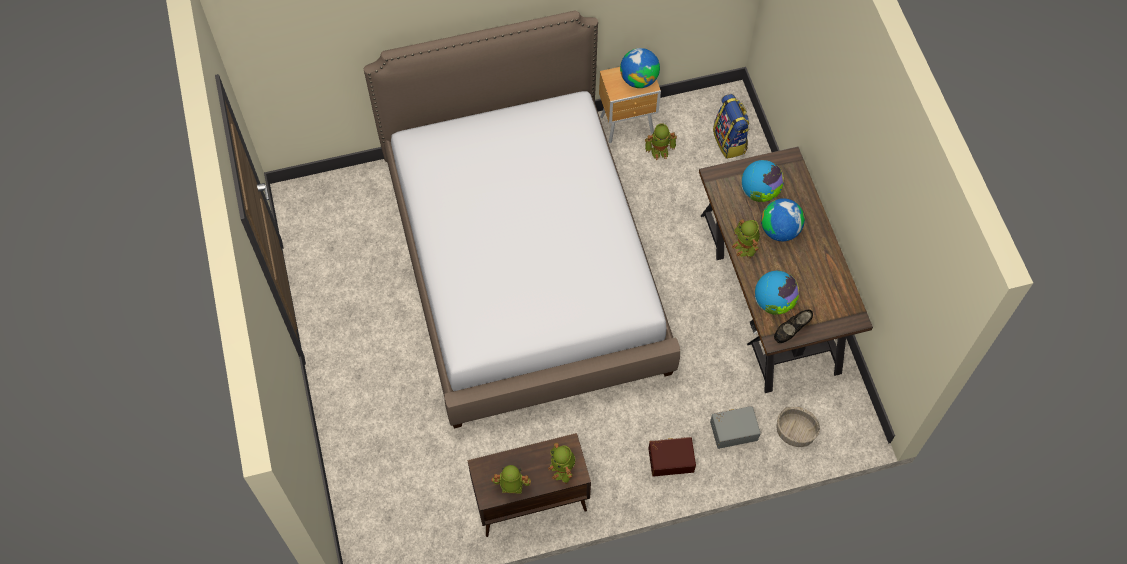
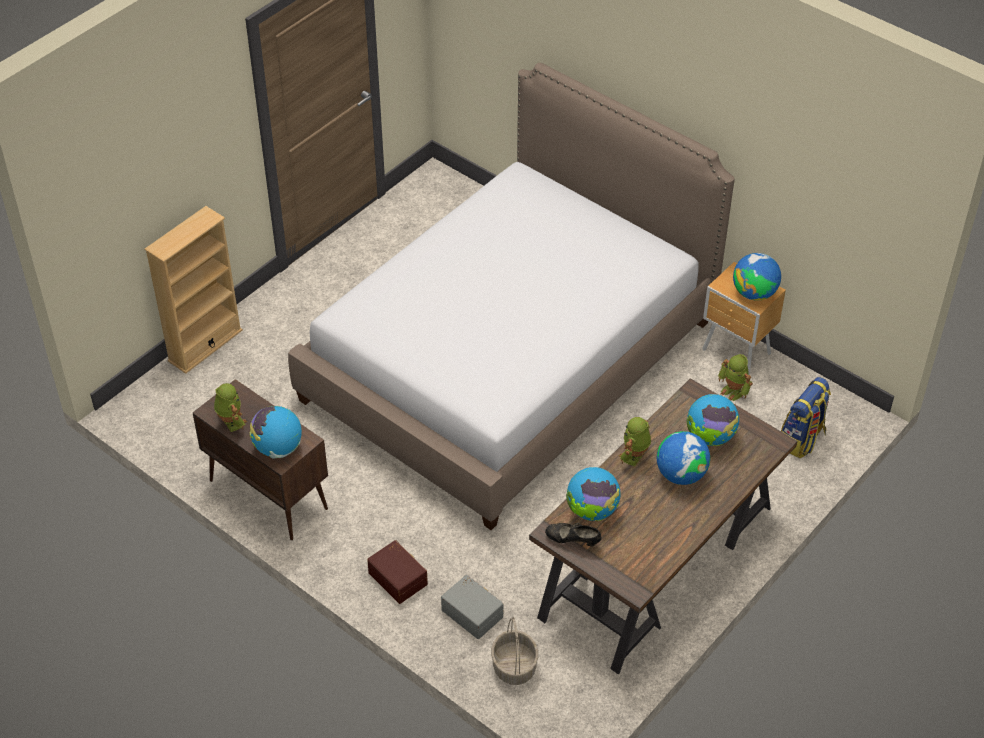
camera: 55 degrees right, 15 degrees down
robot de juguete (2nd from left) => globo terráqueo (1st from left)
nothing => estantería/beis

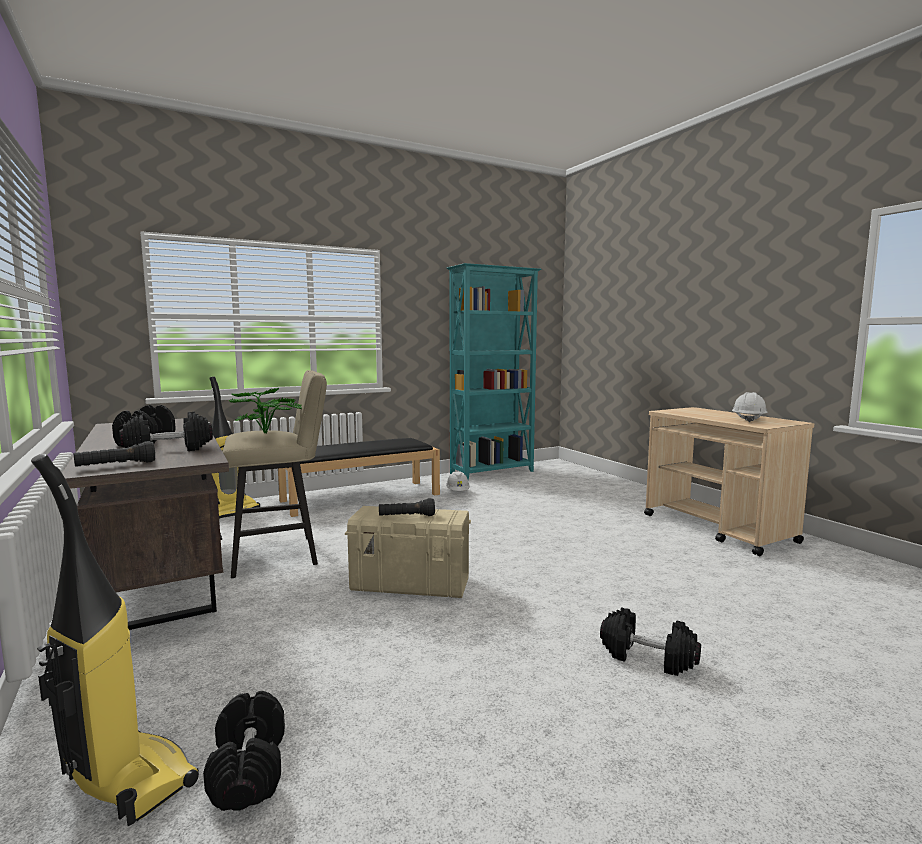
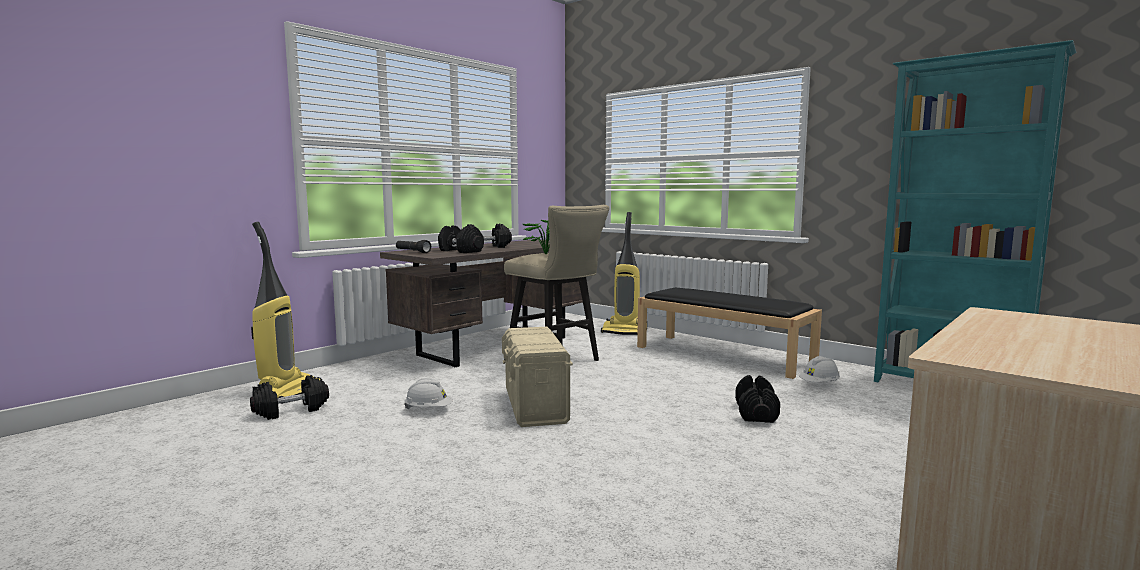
camera: 70 degrees right, 0 degrees up
casco/blanco (2nd from left in the first image) => casco/blanco (1st from left), moved
linterna/negro (2nd from left) => nothing
mancuerna/negro (4th from left), moved

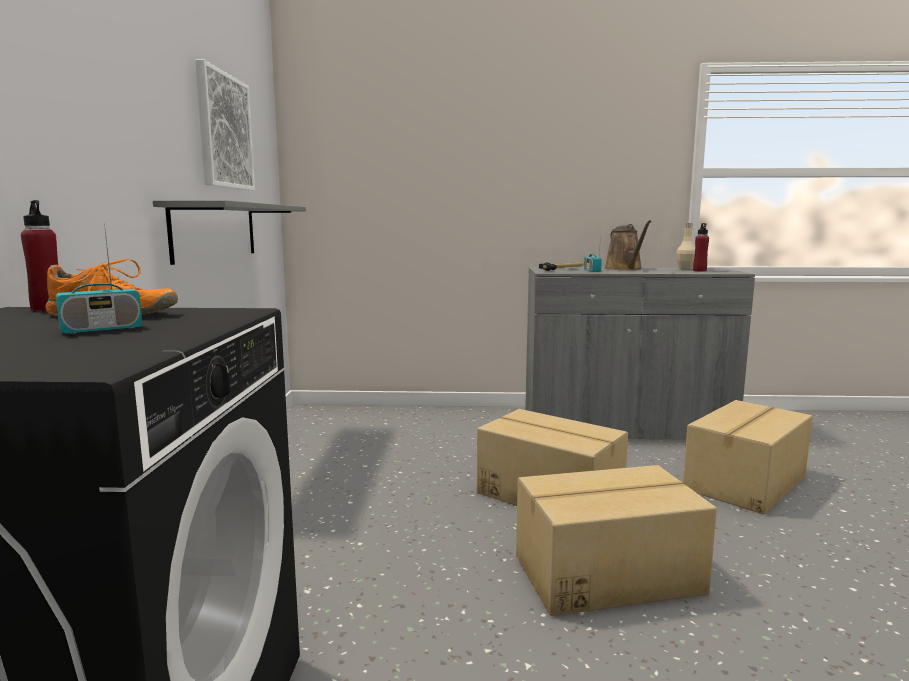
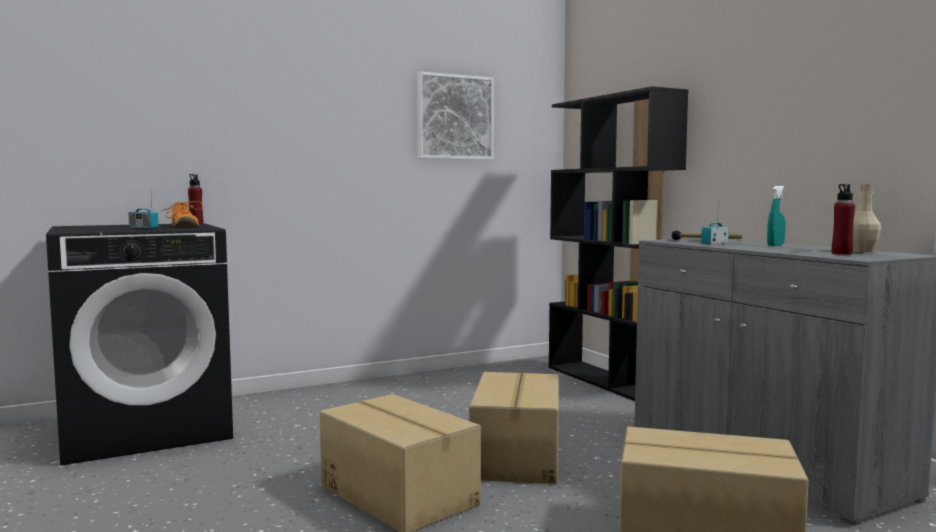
camera: 60 degrees right, 5 degrees down
estante/gris => nothing
regadera/marrón => pulverizador/turquesa
nothing => estantería/negro

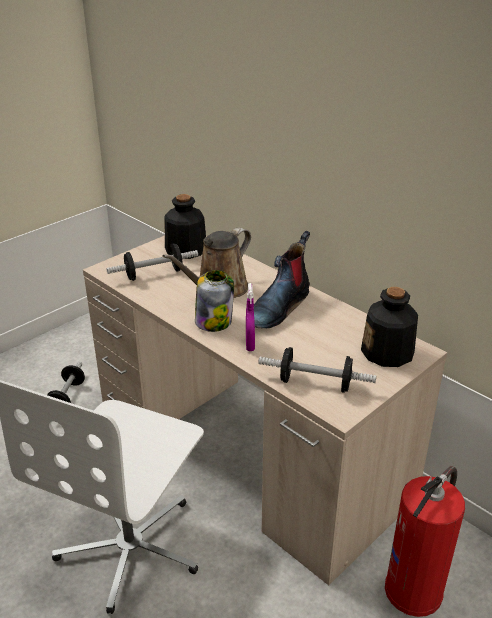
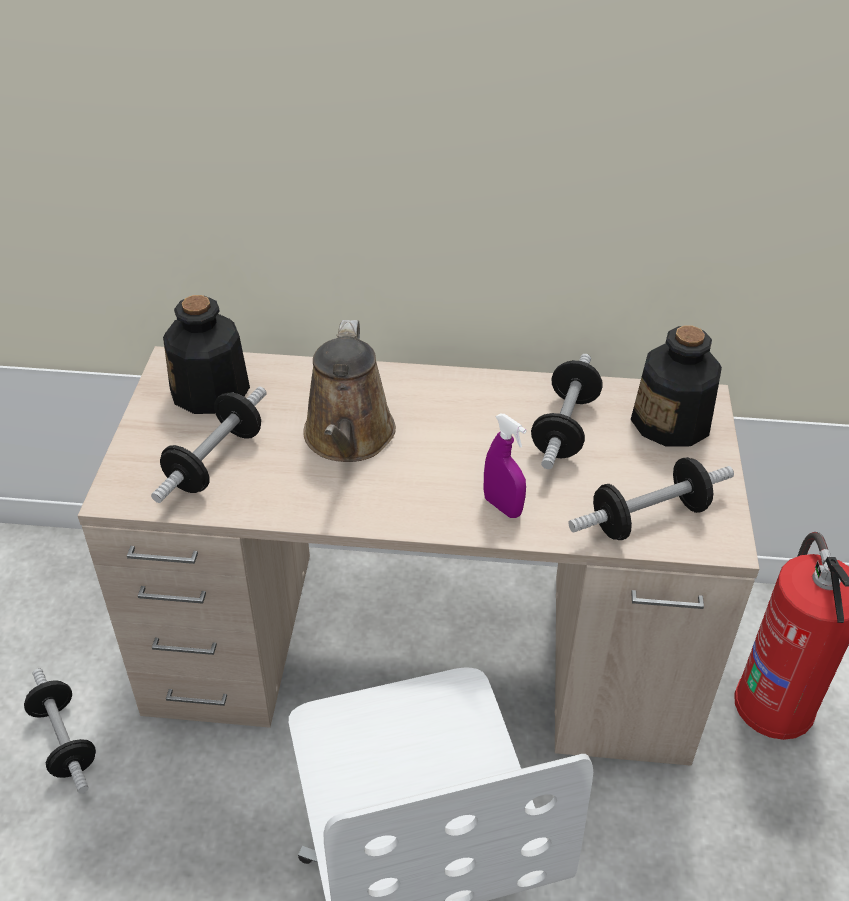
camera: 40 degrees left, 10 degrees up
bota => nothing
tarro => nothing
nothing => mancuerna (3rd from left)

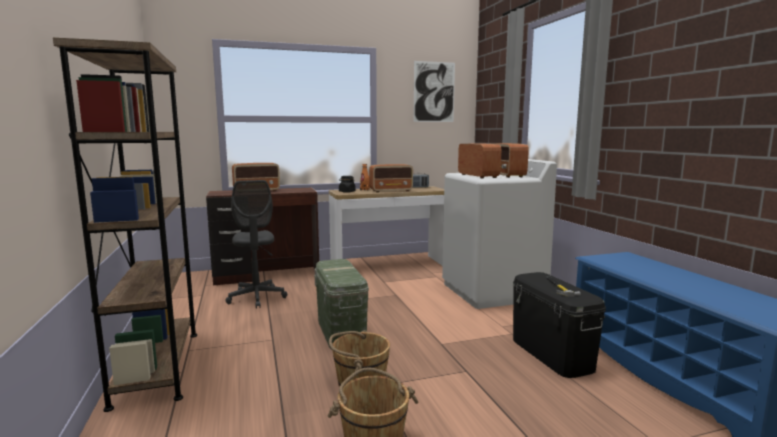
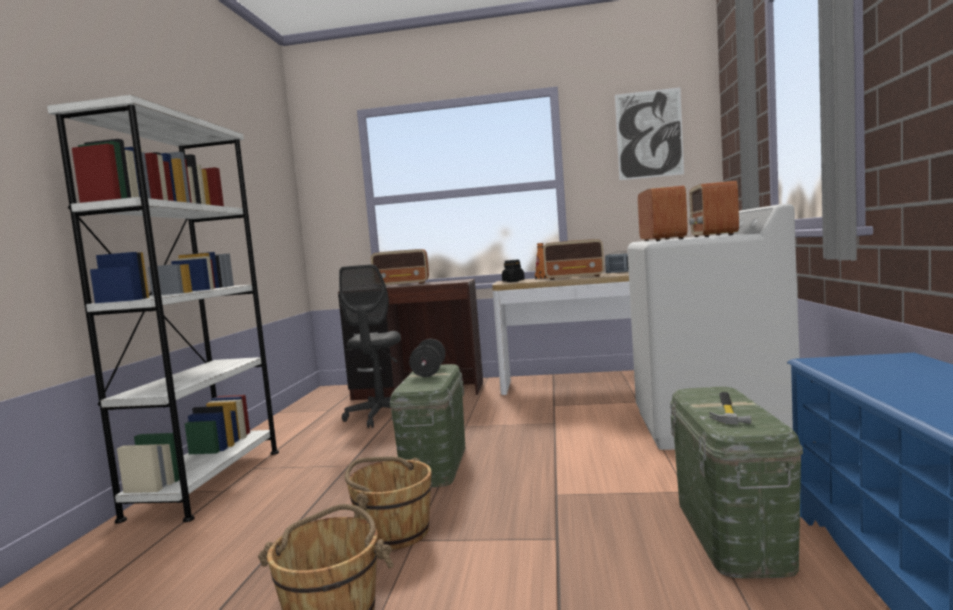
camera: 25 degrees right, 5 degrees down
estantería/marrón => estantería/blanco
caja de almacenaje/negro => caja de almacenaje/verde (2nd from left)
nothing => mancuerna/negro

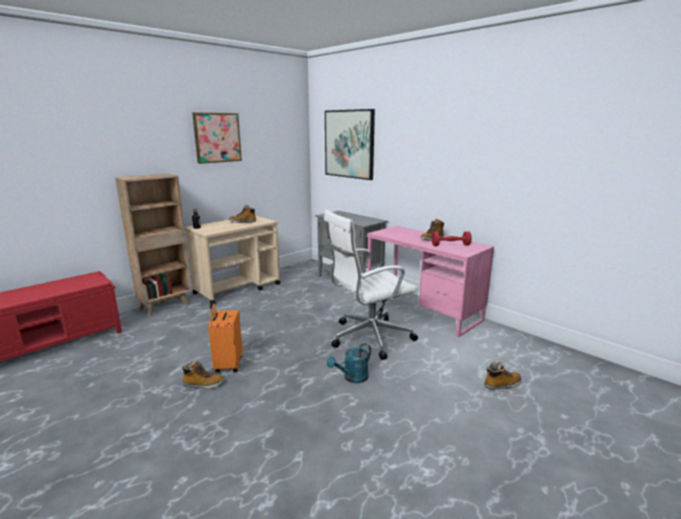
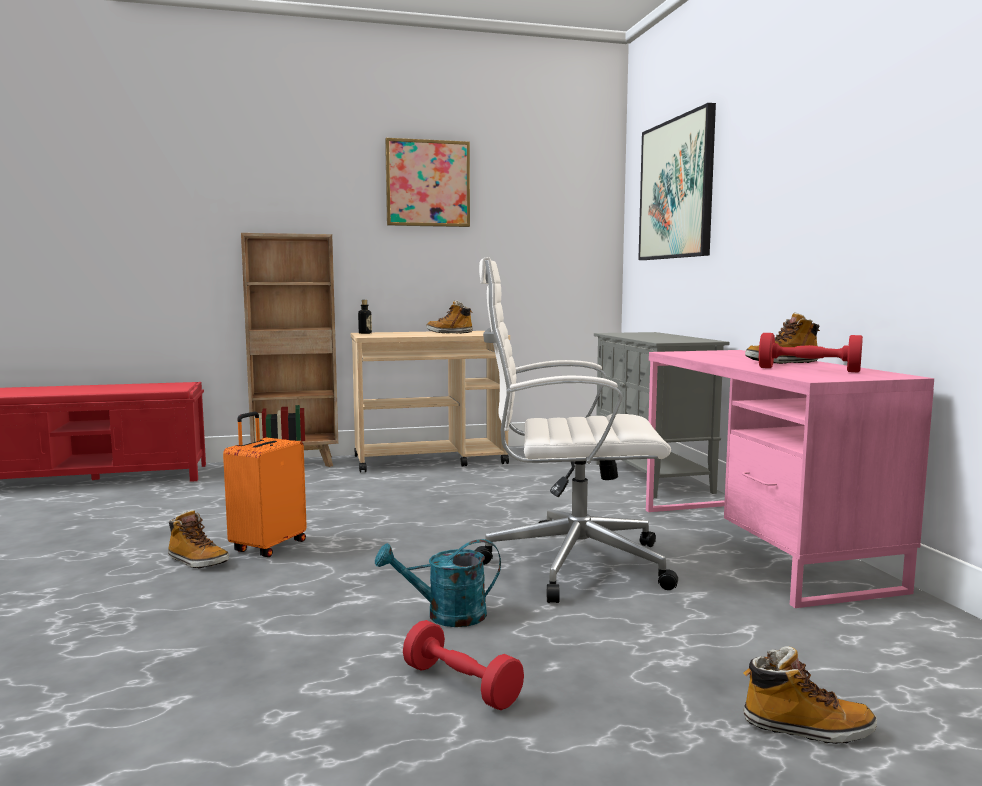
camera: 30 degrees right, 10 degrees down
nothing => mancuerna/rojo (1st from left)

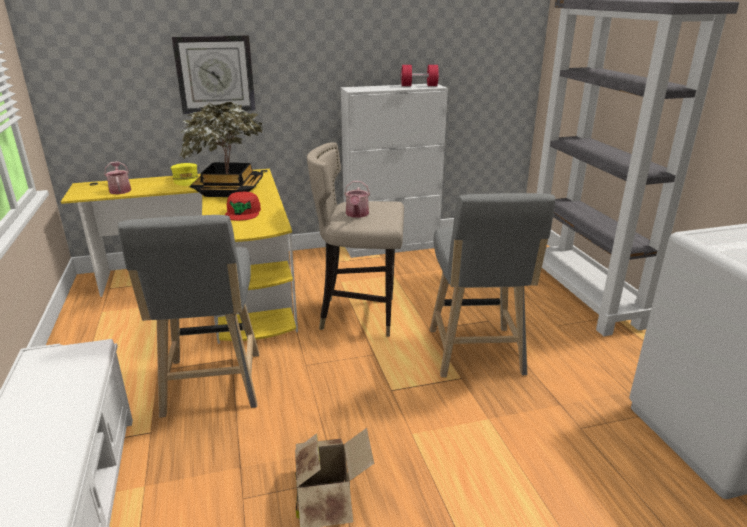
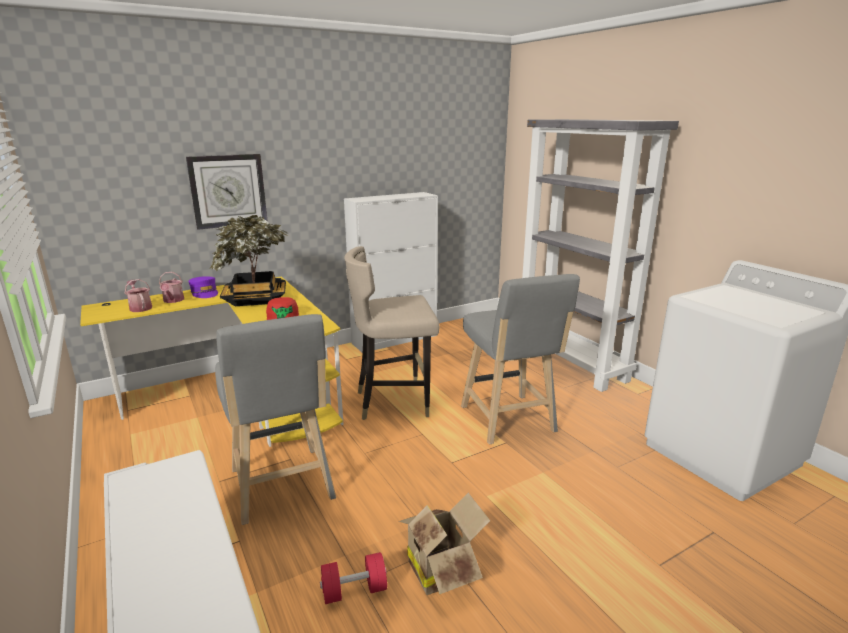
camera: 15 degrees left, 5 degrees down
mancuerna/rojo, moved
gorra/amarillo => gorra/morado
regadera (2nd from left), moved

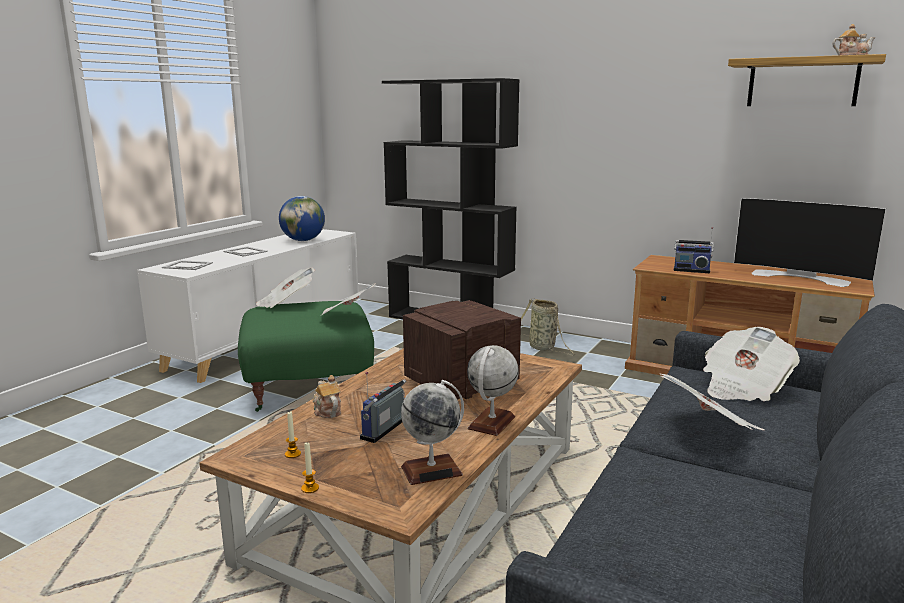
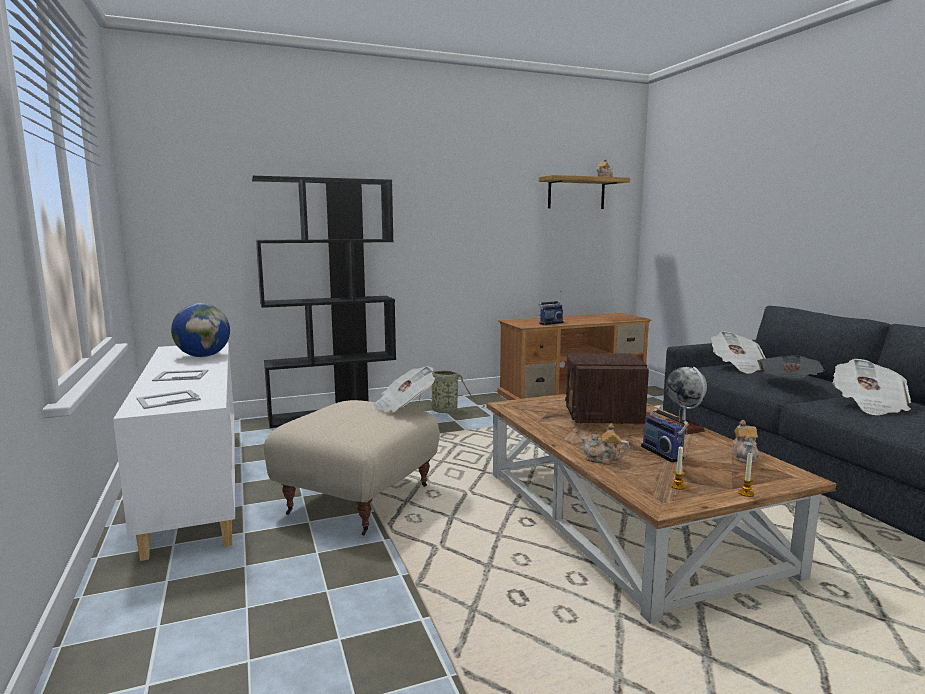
camera: 50 degrees left, 5 degrees down
televisor => nothing
periódico (1st from left in the first image) => periódico (4th from left), moved
puf/verde => puf/beis
globo terráqueo (2nd from left) => tetera (3rd from left)

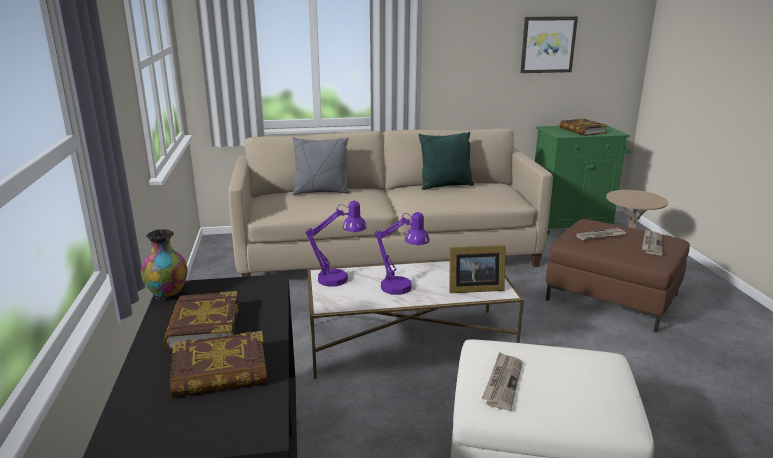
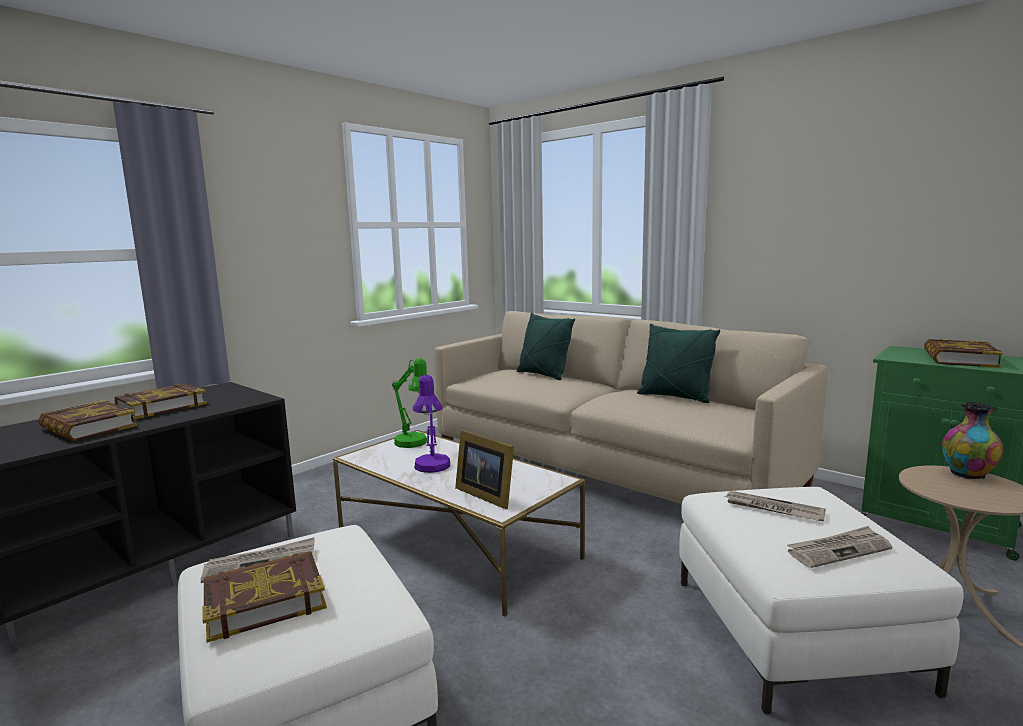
camera: 50 degrees right, 10 degrees down
cuadro => nothing
cojín/gris => cojín/verde (1st from left)
lámpara de mesa/morado (1st from left) => lámpara de mesa/verde
puf/marrón => puf/blanco (2nd from left)
florero, moved
nothing => libro (3rd from left)

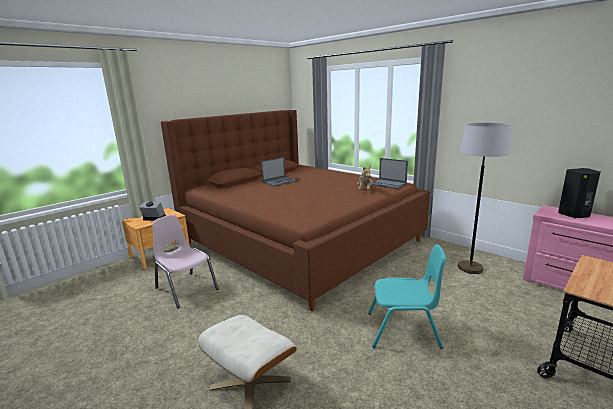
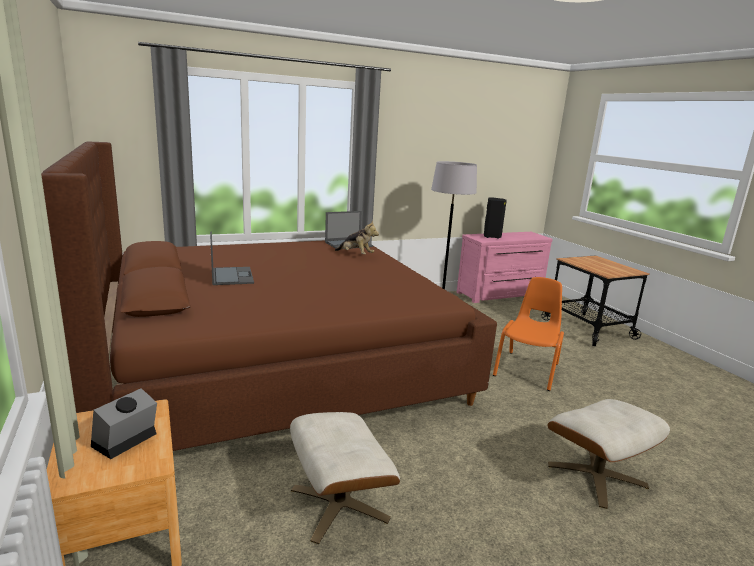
camera: 70 degrees left, 0 degrees up
silla/rosa => puf/beis (1st from left)
silla/turquesa => silla/naranja

